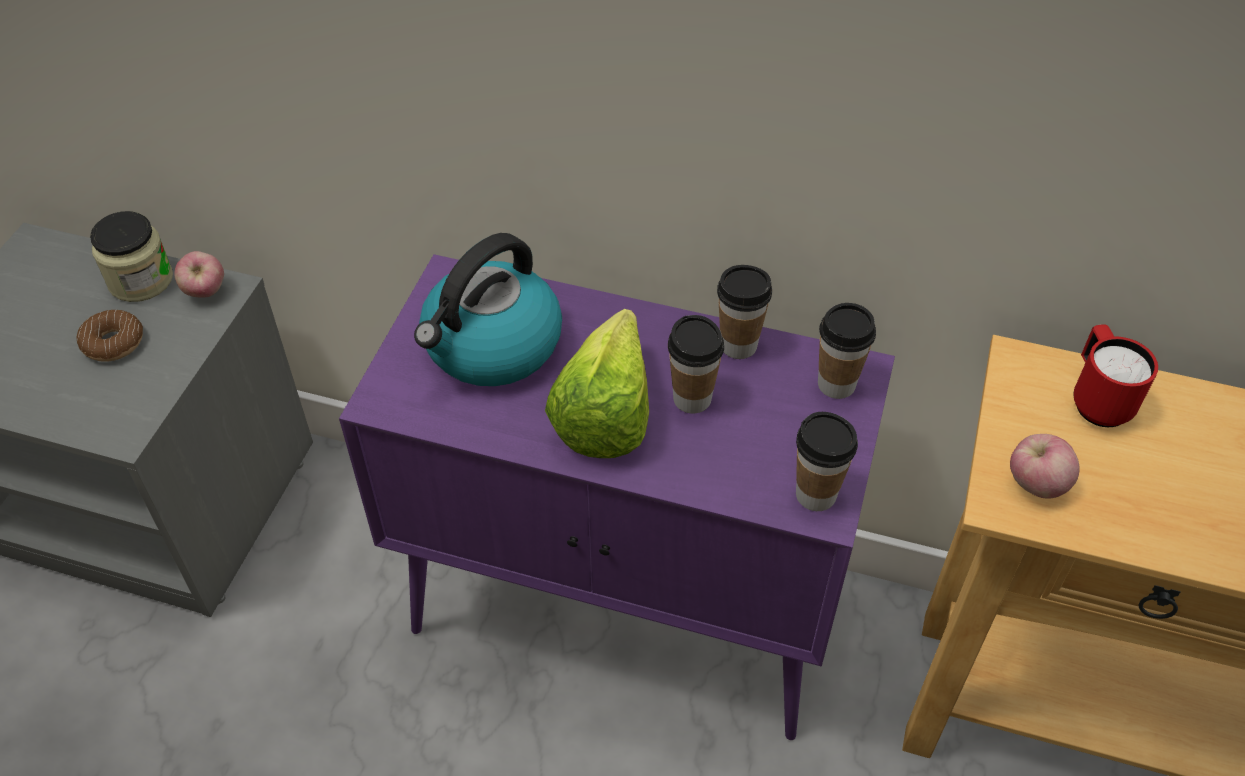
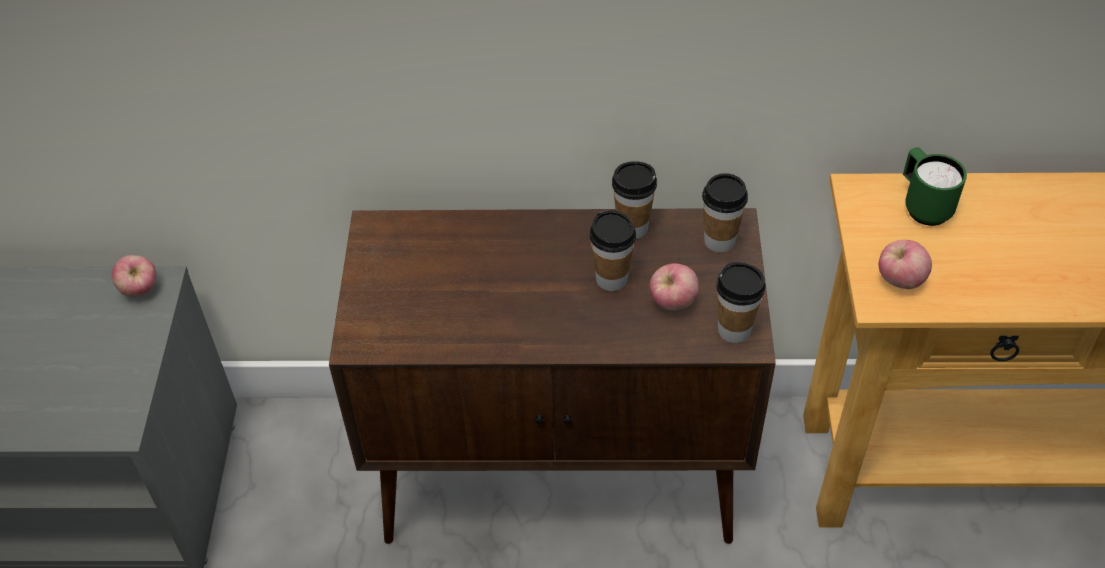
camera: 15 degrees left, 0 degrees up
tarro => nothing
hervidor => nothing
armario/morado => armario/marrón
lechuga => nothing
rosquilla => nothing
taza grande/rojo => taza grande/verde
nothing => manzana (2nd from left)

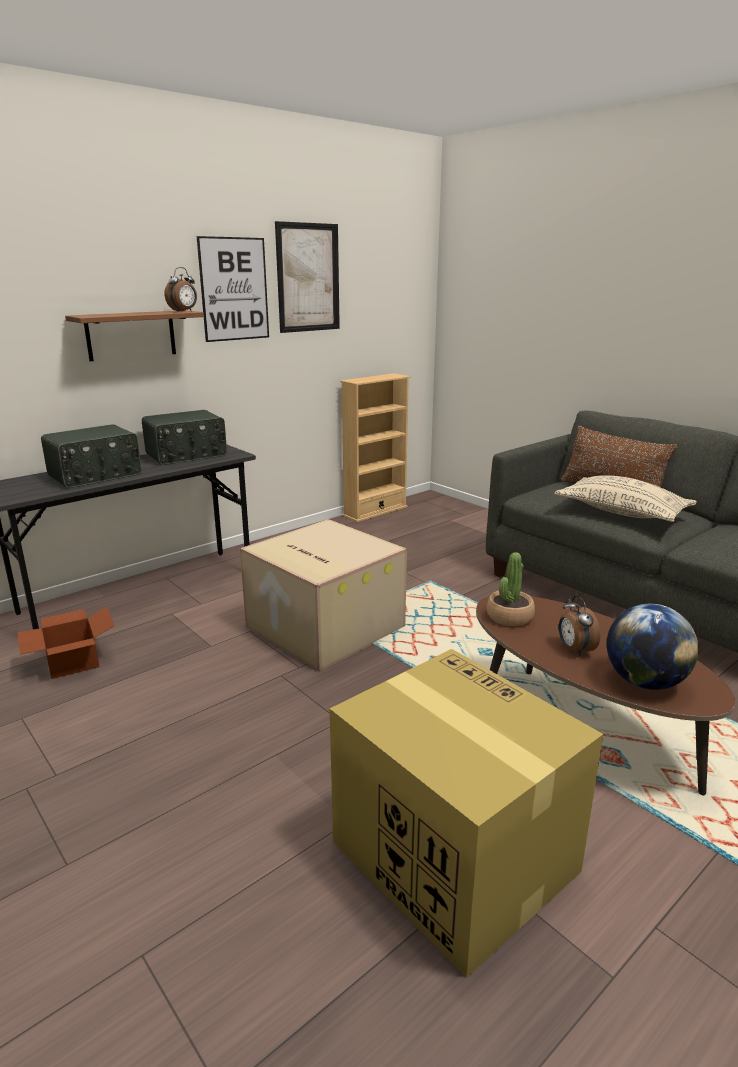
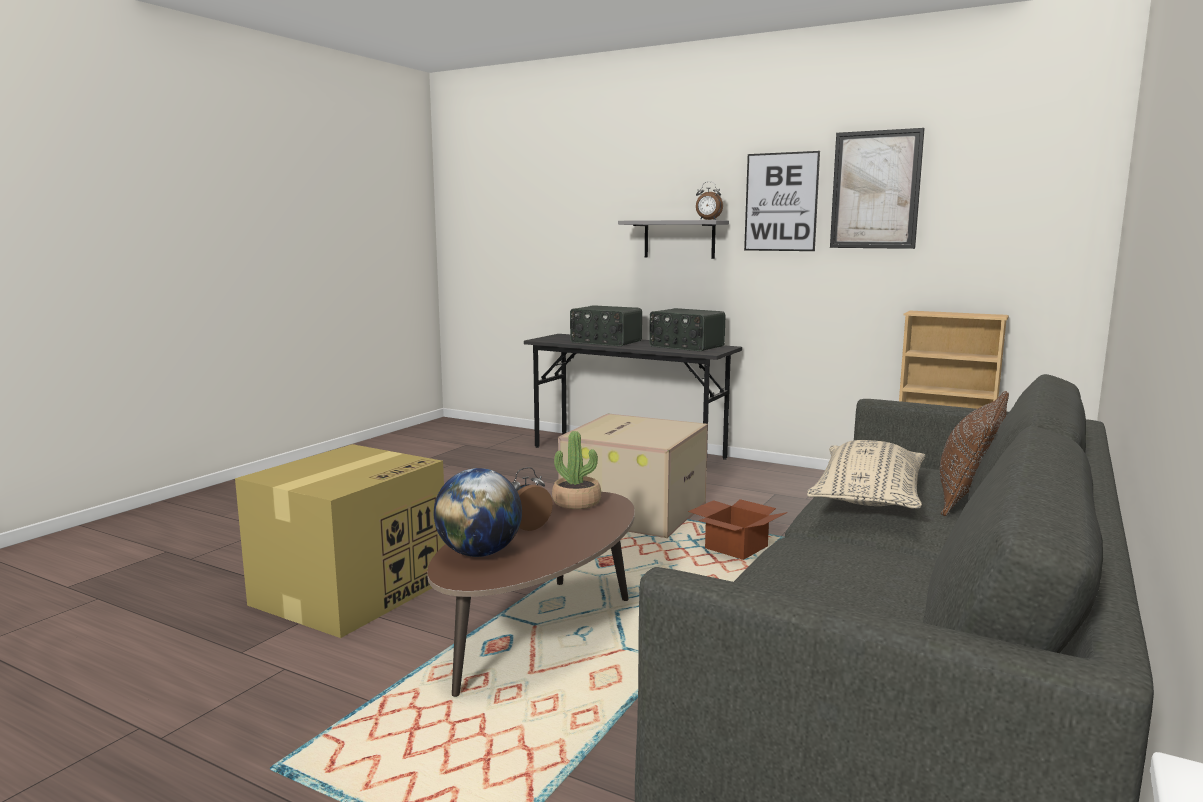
camera: 70 degrees right, 10 degrees down
estante/marrón => estante/gris
caja de cartón (1st from left in the first image) => caja de cartón (3rd from left), moved

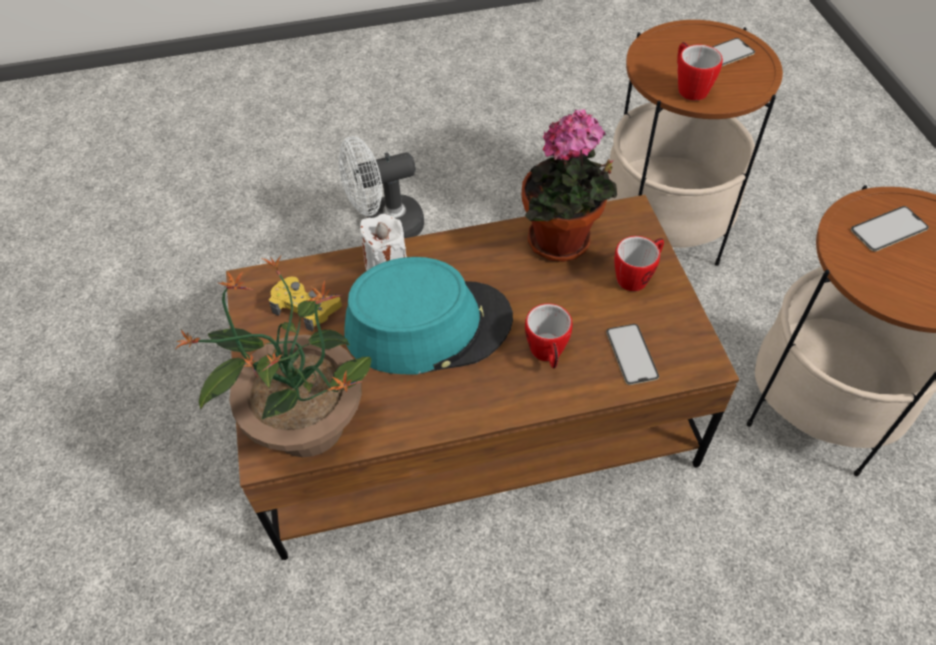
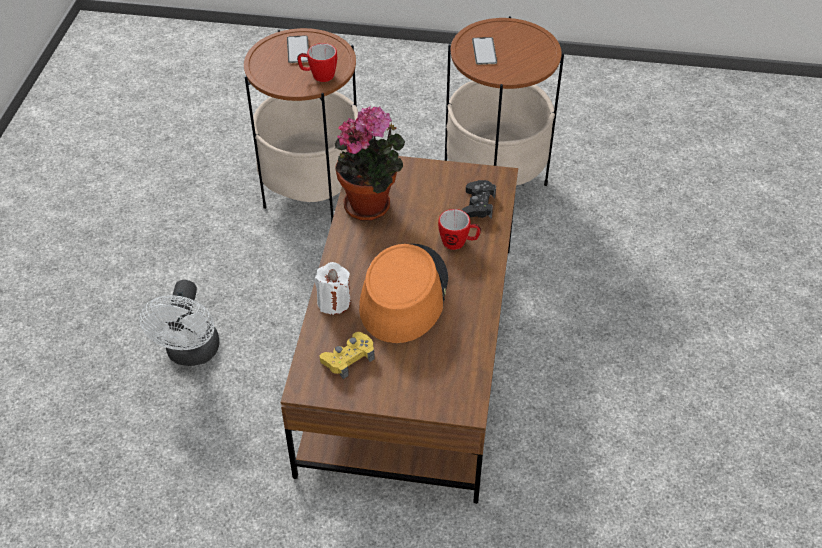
camera: 70 degrees left, 5 degrees down
taza grande (2nd from left) => nothing
planta en maceta (1st from left) => nothing
sombrero/turquesa => sombrero/naranja
móvil (1st from left) => mando de consola/negro

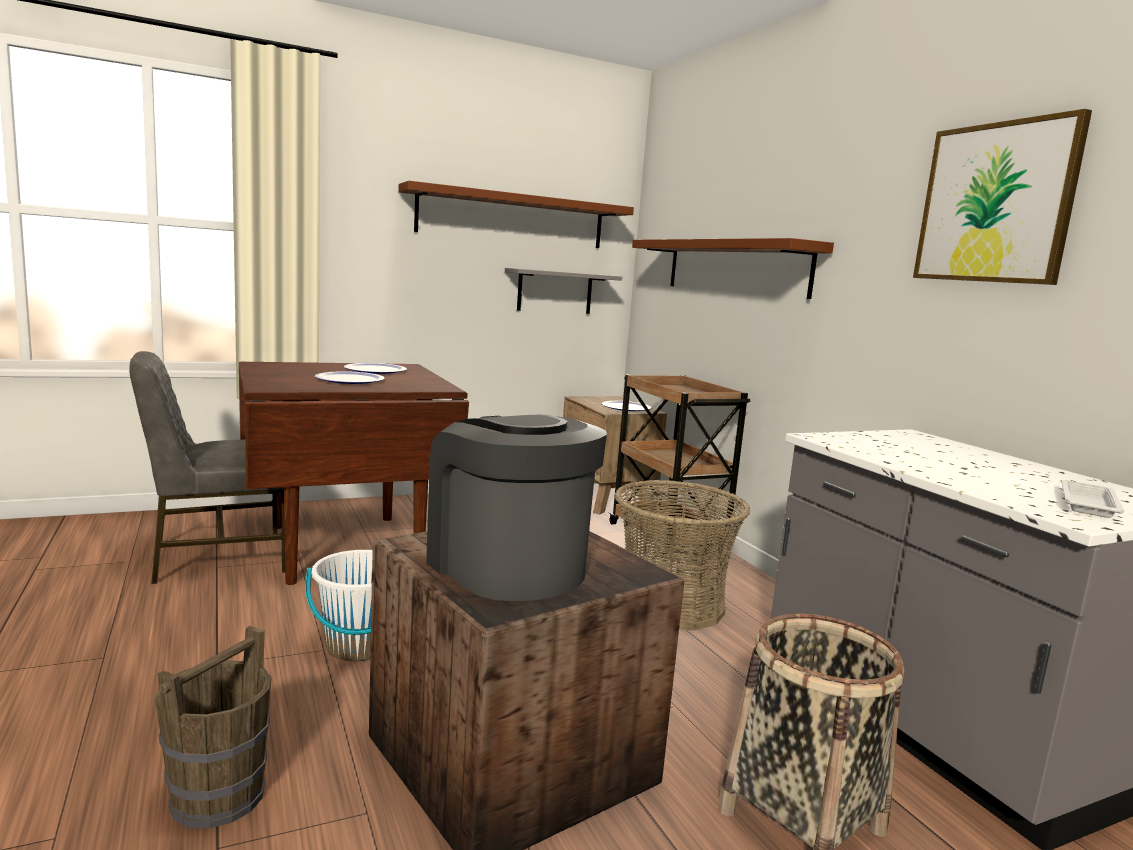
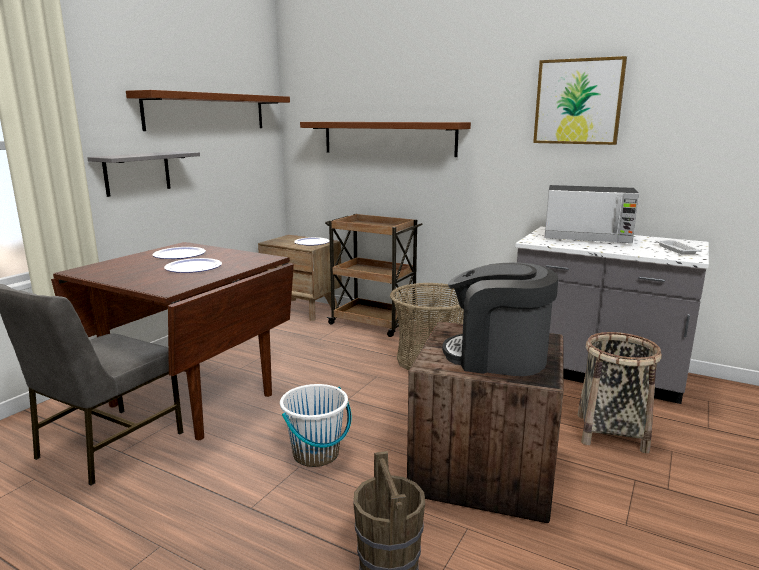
camera: 35 degrees left, 5 degrees up
estante/gris, moved
nothing => microondas

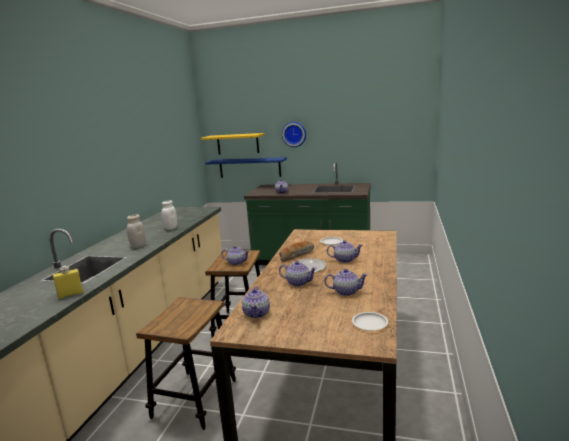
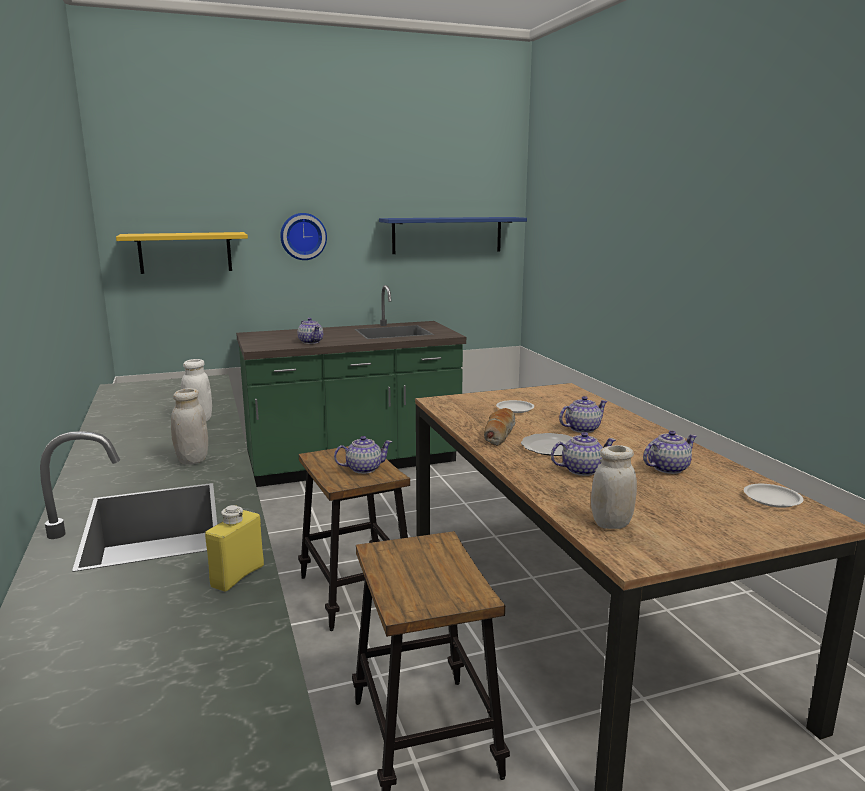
camera: 35 degrees left, 0 degrees up
estante/azul, moved
tetera (2nd from left) => tarro/blanco (3rd from left)

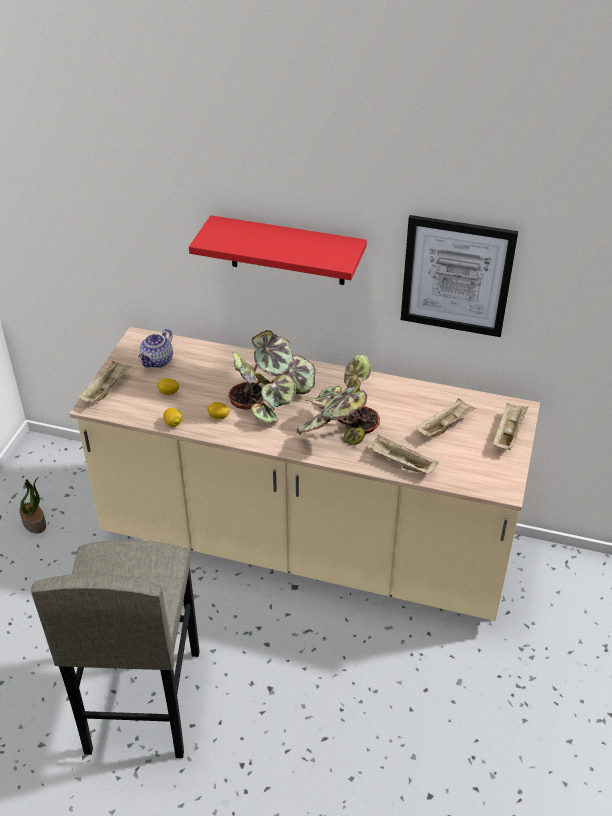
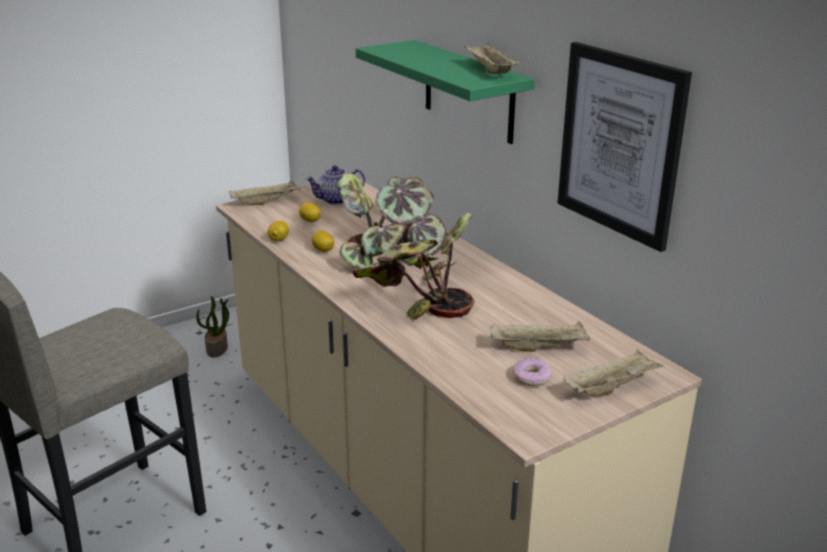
camera: 40 degrees right, 15 degrees down
estante/rojo => estante/verde
bandeja/beis (2nd from left), moved
nothing => rosquilla

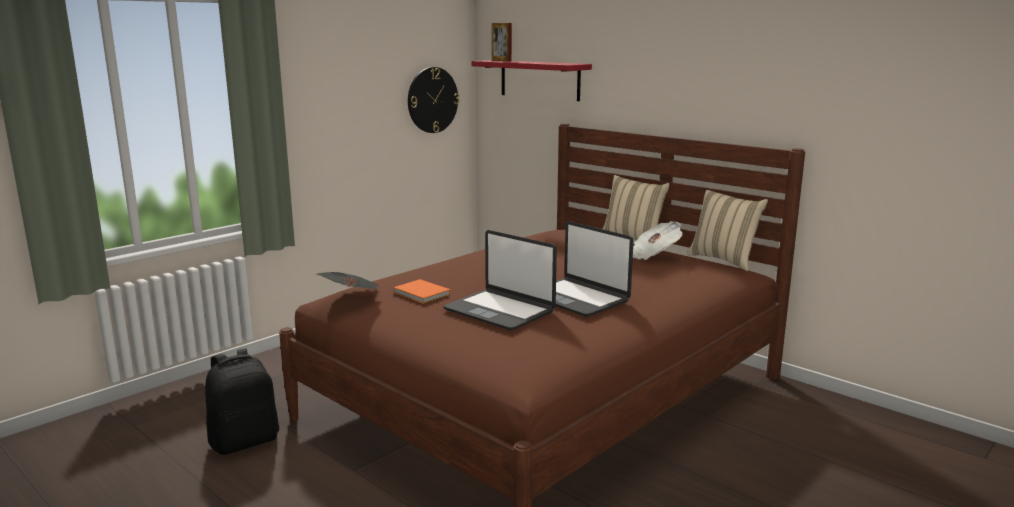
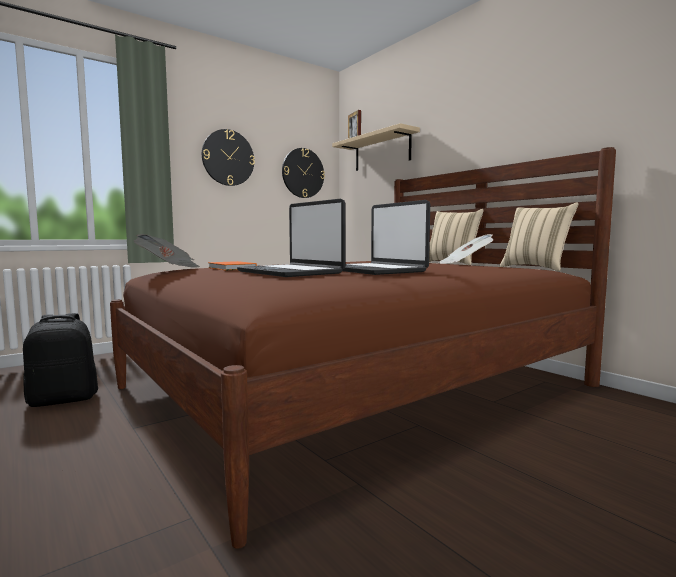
camera: 10 degrees right, 10 degrees down
estante/rojo => estante/beis
nothing => reloj de pared (1st from left)

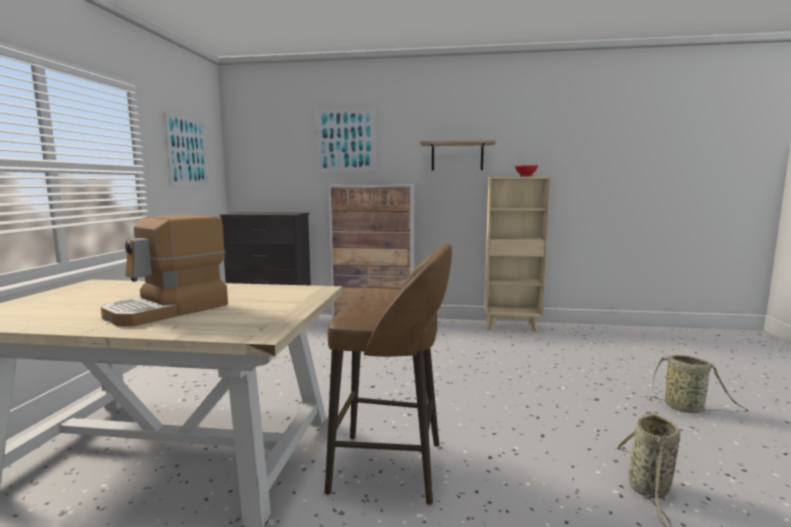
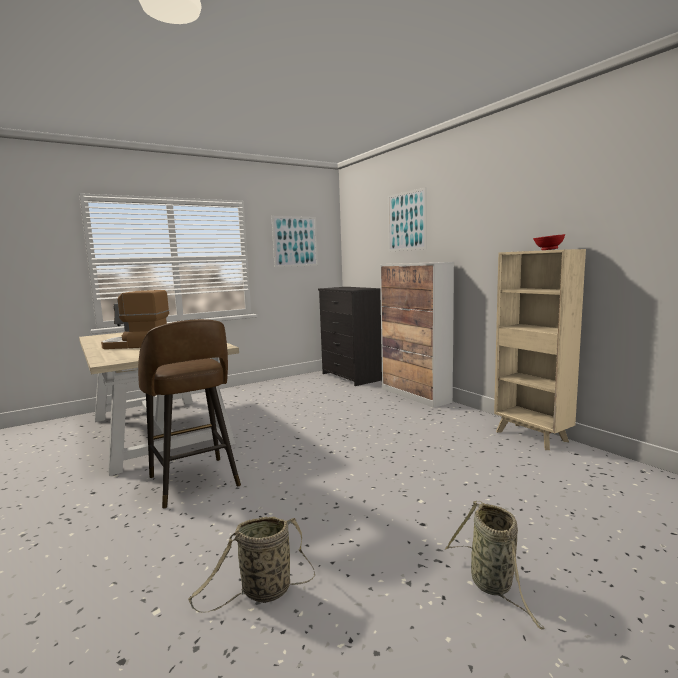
camera: 50 degrees right, 0 degrees up
estante => nothing

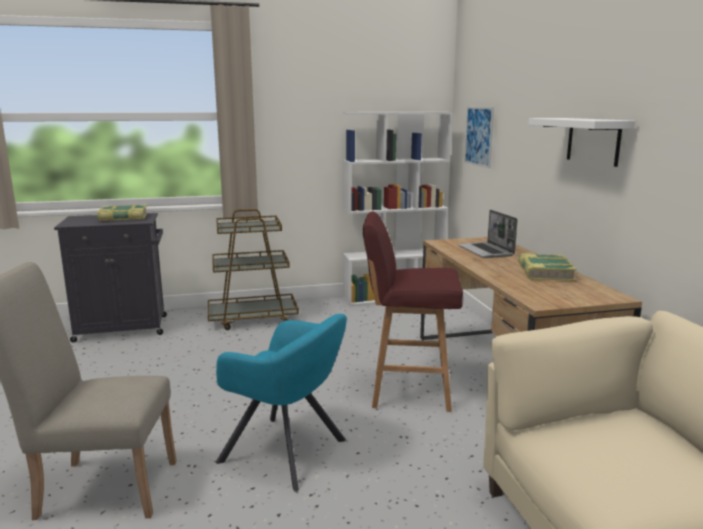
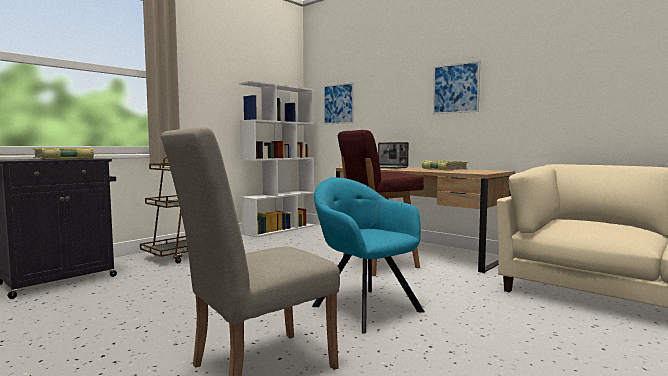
camera: 35 degrees left, 10 degrees down
estante/blanco => cuadro (2nd from left)
sillón/turquesa, 120 degrees counterclockwise

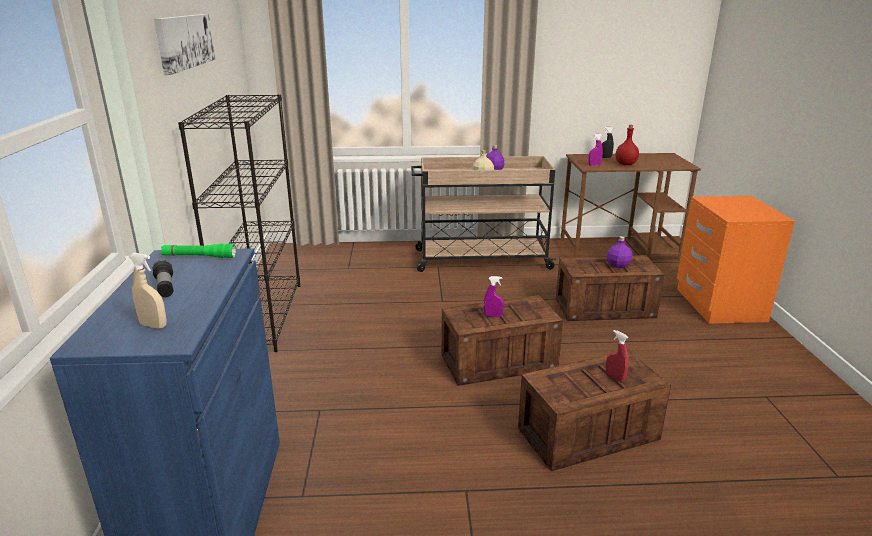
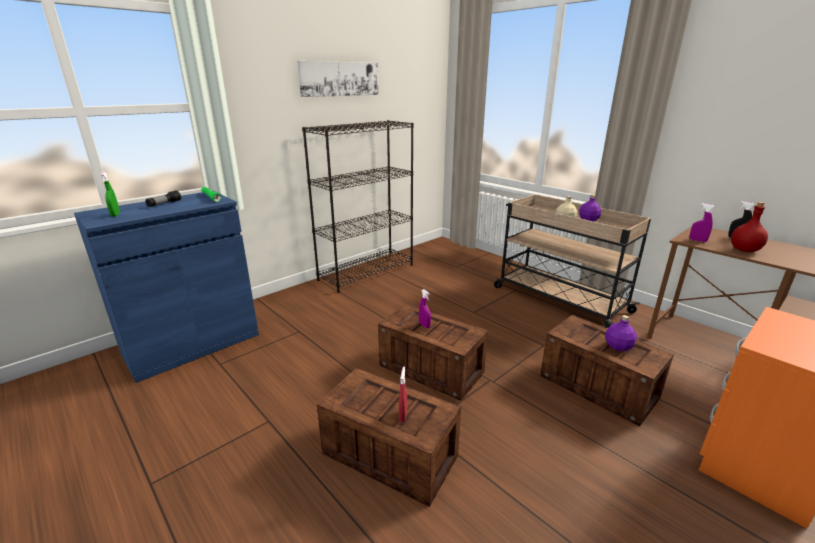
camera: 50 degrees right, 0 degrees up
pulverizador/beis => pulverizador/verde

